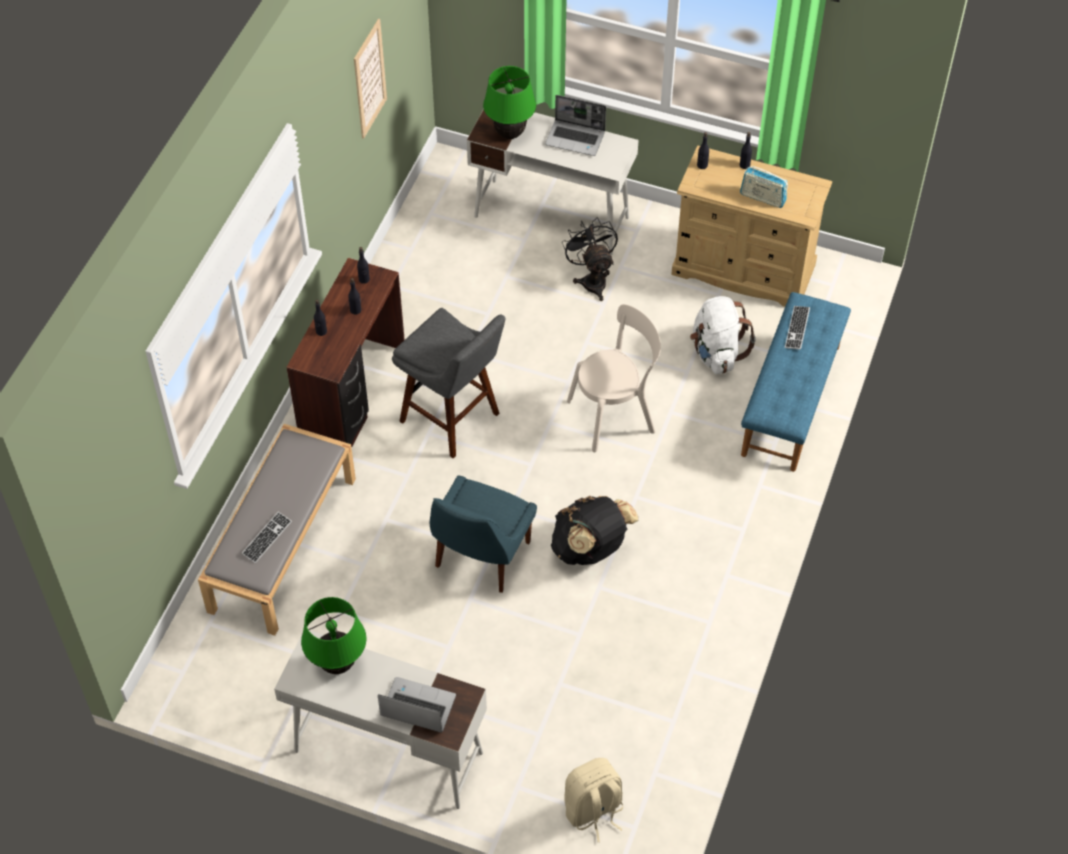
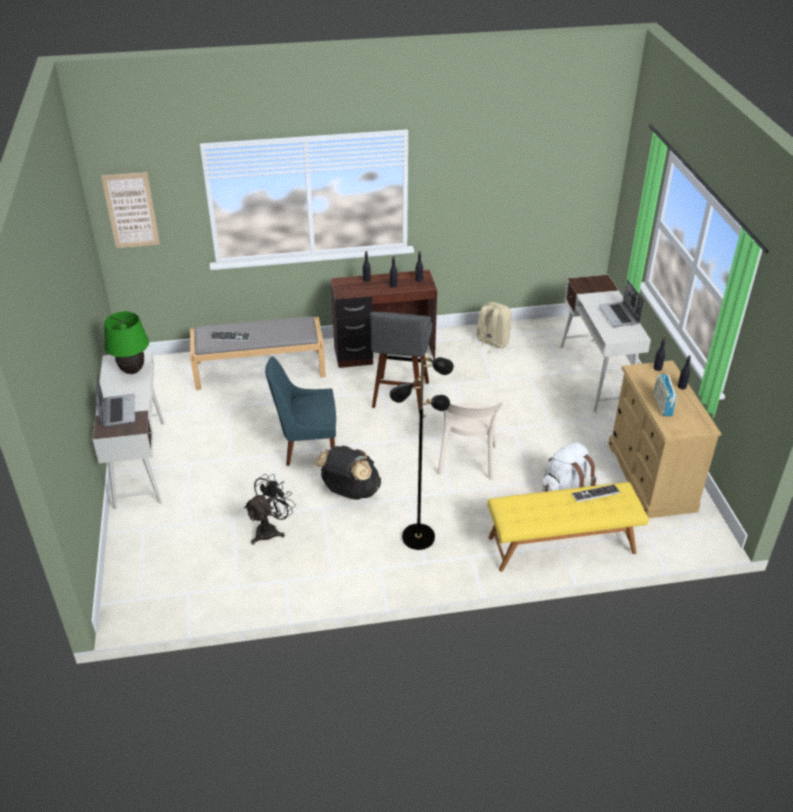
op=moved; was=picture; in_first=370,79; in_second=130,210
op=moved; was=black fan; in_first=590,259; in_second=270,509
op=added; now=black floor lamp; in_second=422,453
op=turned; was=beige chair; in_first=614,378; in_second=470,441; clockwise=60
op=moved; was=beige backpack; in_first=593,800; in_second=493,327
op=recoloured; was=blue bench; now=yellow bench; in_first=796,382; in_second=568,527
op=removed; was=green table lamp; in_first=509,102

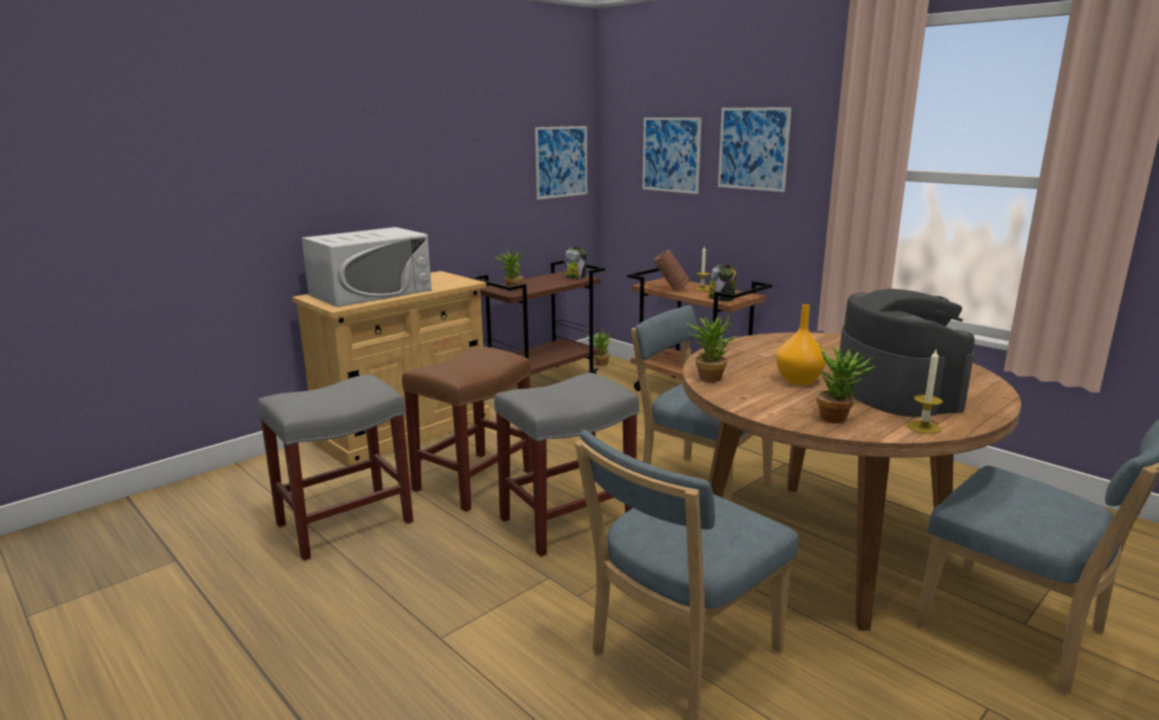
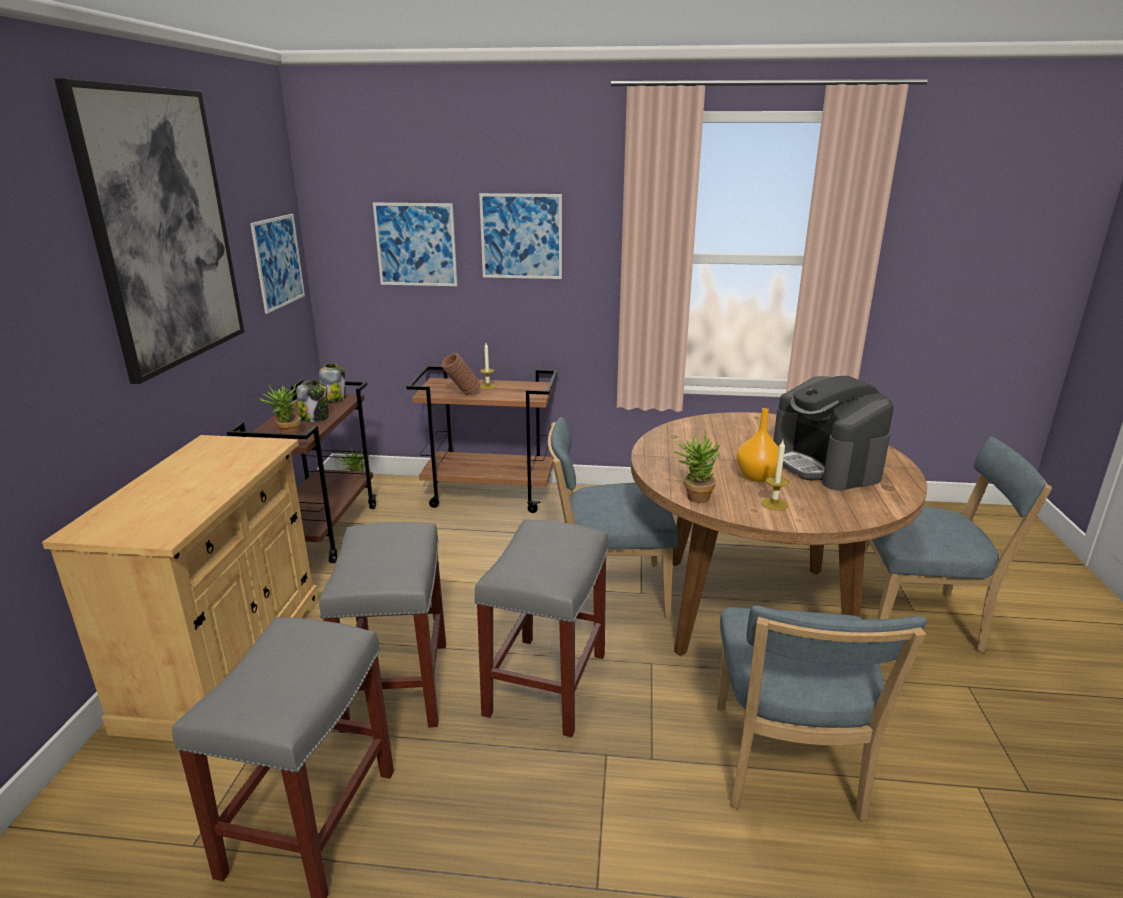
op=added; now=picture; in_second=149,231
op=moved; was=jar; in_first=723,282; in_second=313,401
op=recoloured; was=brown stool; now=grey stool; in_first=467,429; in_second=382,627
op=moved; was=candle; in_first=925,391; in_second=775,476
op=turned; was=coffee machine; in_first=907,353; in_second=833,433; clockwise=-150
op=removed; was=white microwave; in_first=367,267
op=removed; was=potted plant; in_first=847,384

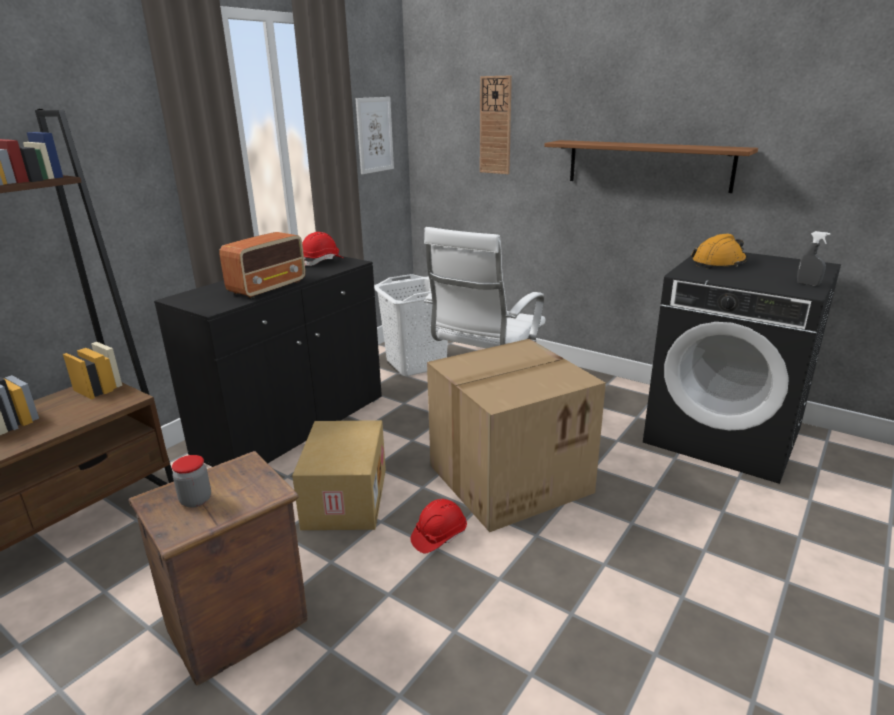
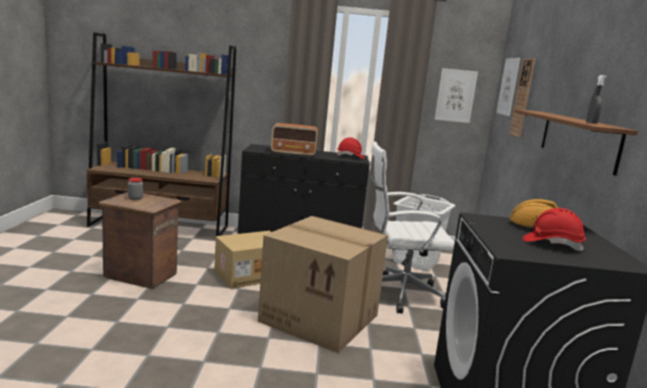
op=added; now=picture; in_second=508,87
op=moved; was=red hard hat; in_first=439,526; in_second=554,229
op=moved; was=grey spray bottle; in_first=813,258; in_second=596,99

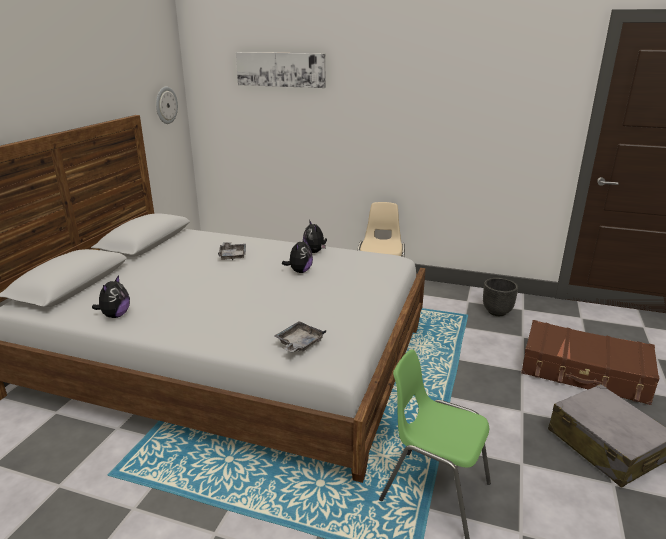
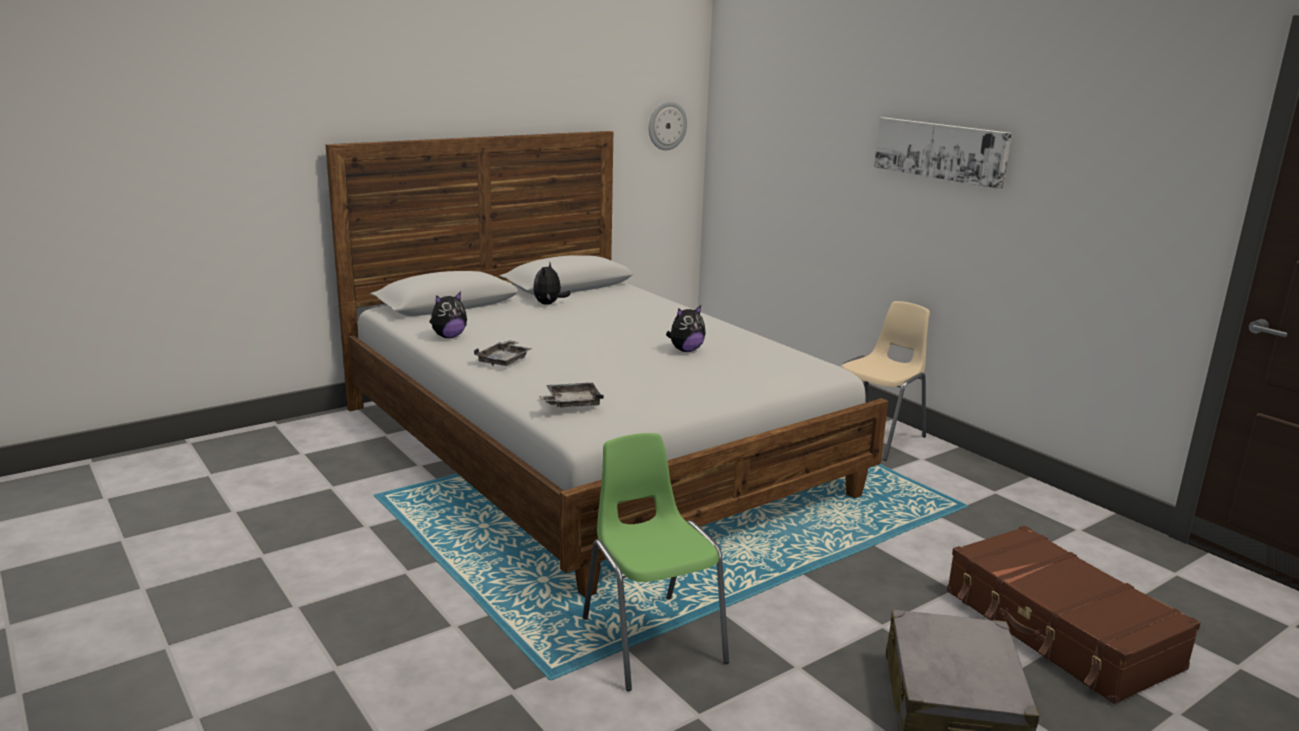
op=moved; was=grey tray; in_first=232,251; in_second=503,353
op=moved; was=plush toy; in_first=315,236; in_second=551,284
op=moved; was=picture; in_first=281,70; in_second=943,153
op=removed; was=black planter; in_first=500,297

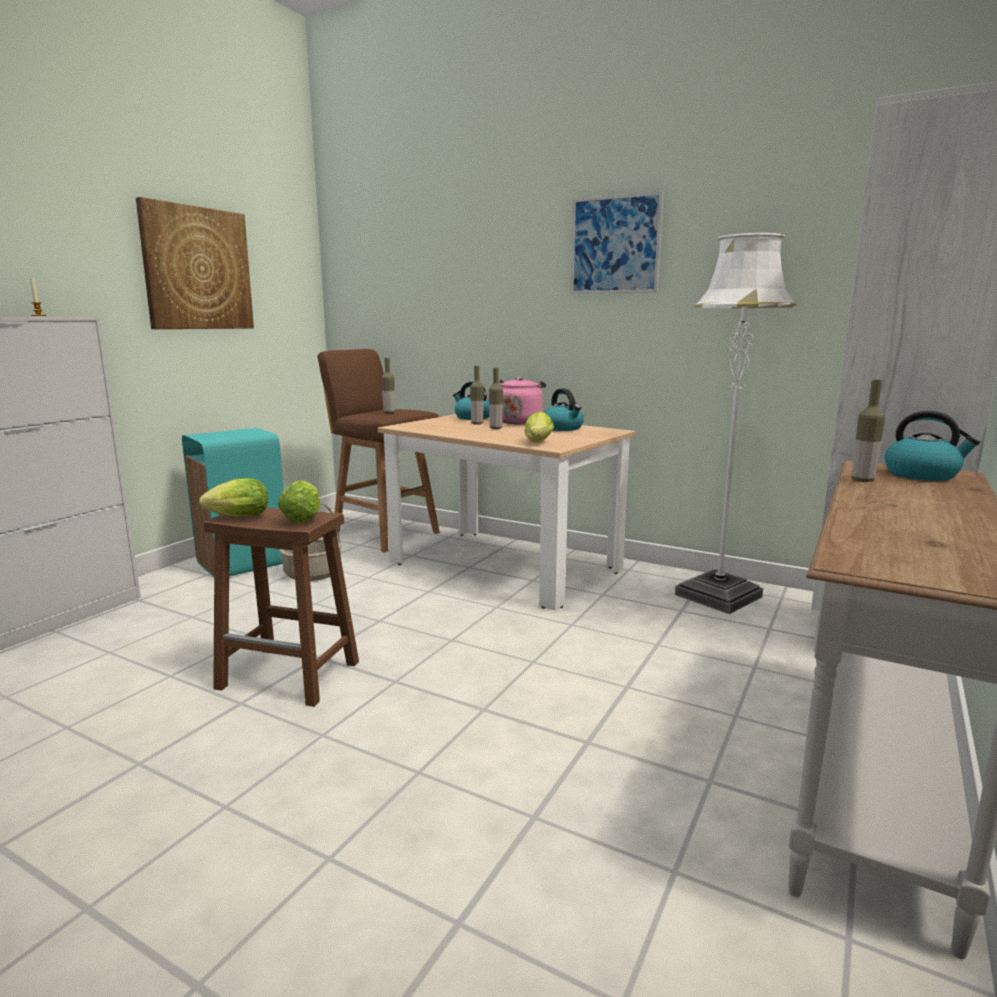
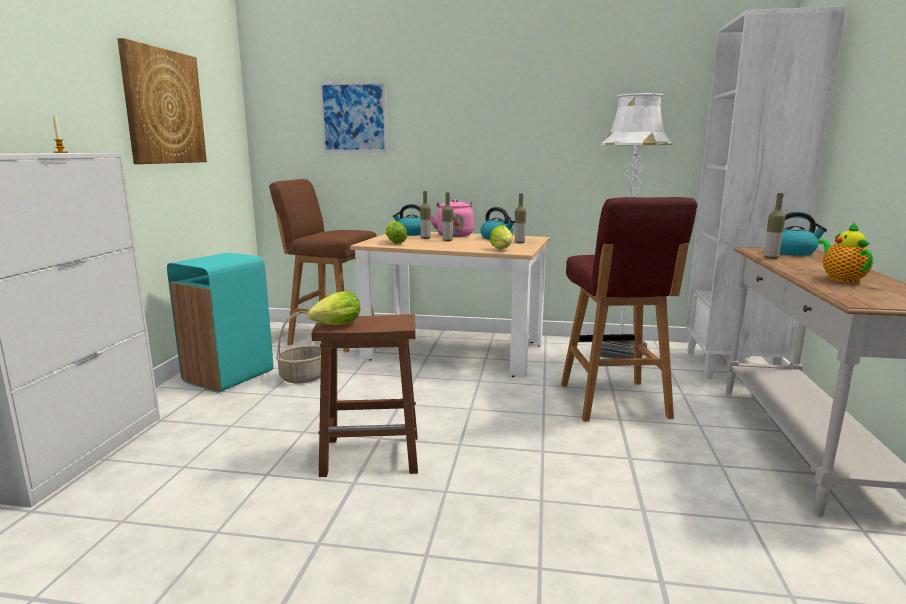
op=moved; was=picture; in_first=616,242; in_second=353,117
op=moved; was=lettuce; in_first=299,501; in_second=396,232
op=moved; was=bottle; in_first=388,385; in_second=520,218
op=added; now=red stool; in_second=629,309
op=added; now=teapot; in_second=845,252

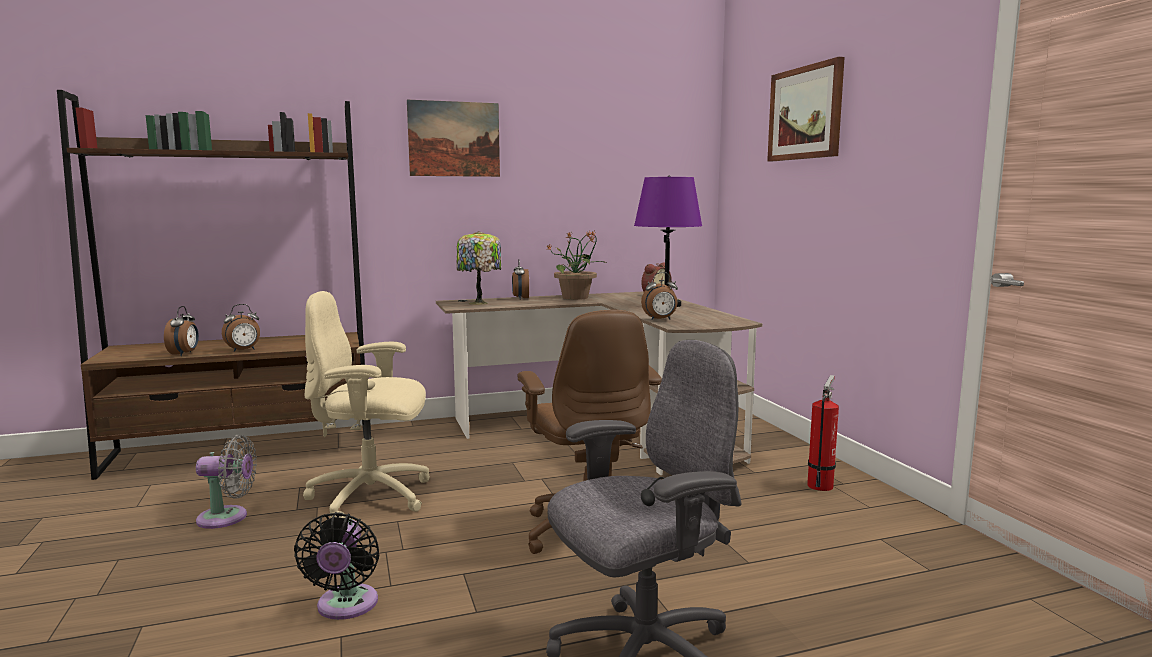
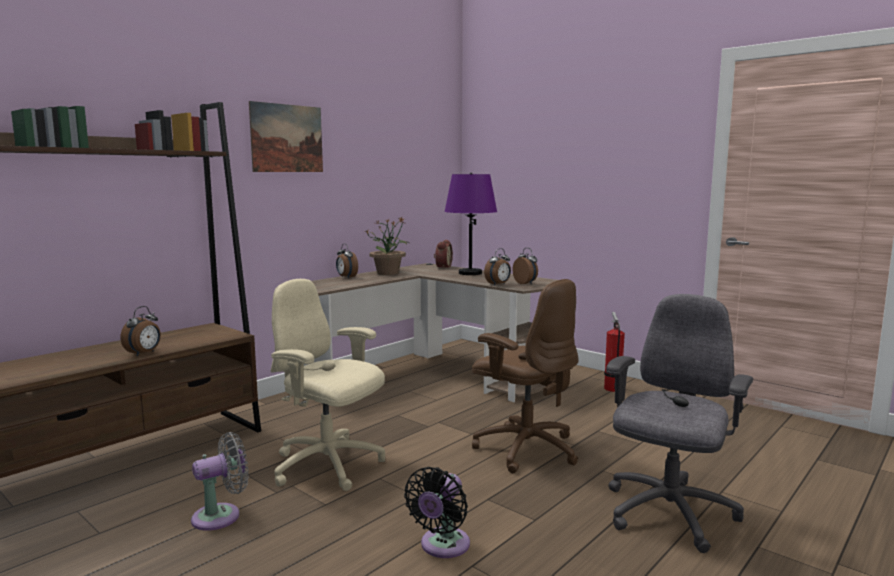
op=turned; was=beige office chair; in_first=366,404; in_second=328,385; clockwise=60
op=turned; was=black fan; in_first=337,566; in_second=437,512; clockwise=60
op=moved; was=alarm clock; in_first=181,331; in_second=525,266
op=removed; was=table lamp; in_first=478,268
op=removed; was=picture; in_first=806,109

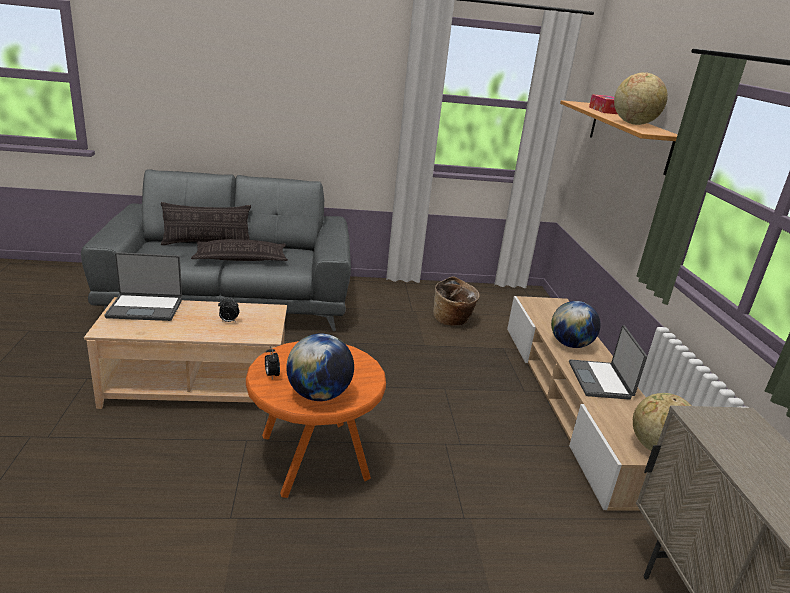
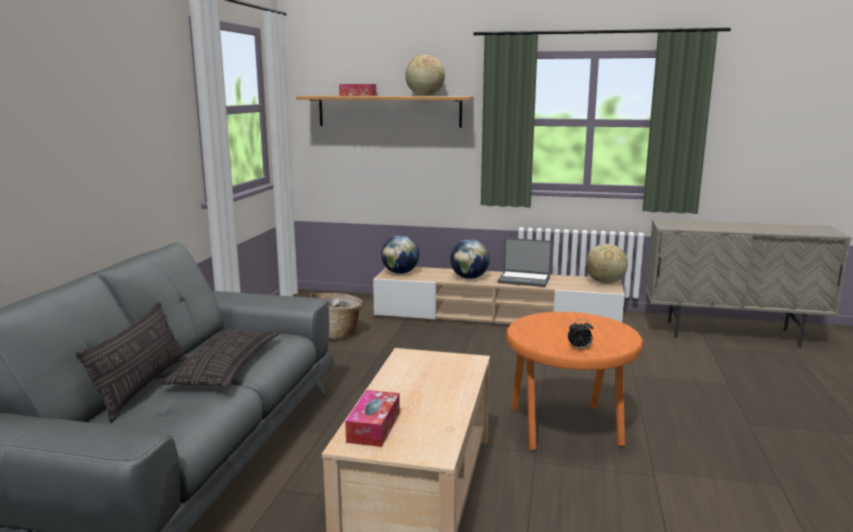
op=replaced; was=laptop; now=tissue box; in_first=143,286; in_second=372,418
op=moved; was=globe; in_first=320,367; in_second=400,254
op=removed; was=alarm clock; in_first=228,310

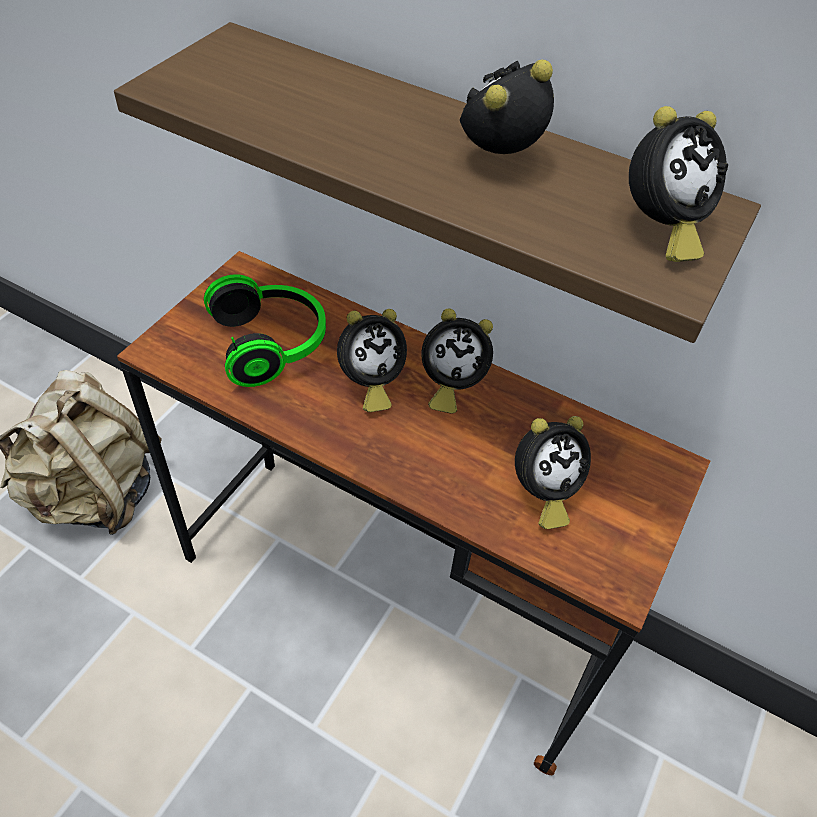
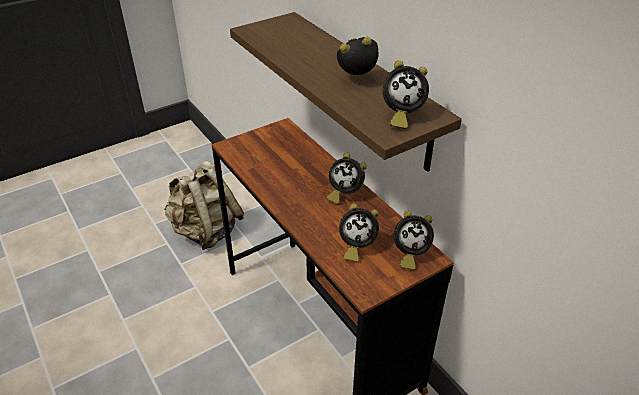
op=moved; was=alarm clock; in_first=372,360; in_second=414,240
op=removed; was=headphones; in_first=265,330

